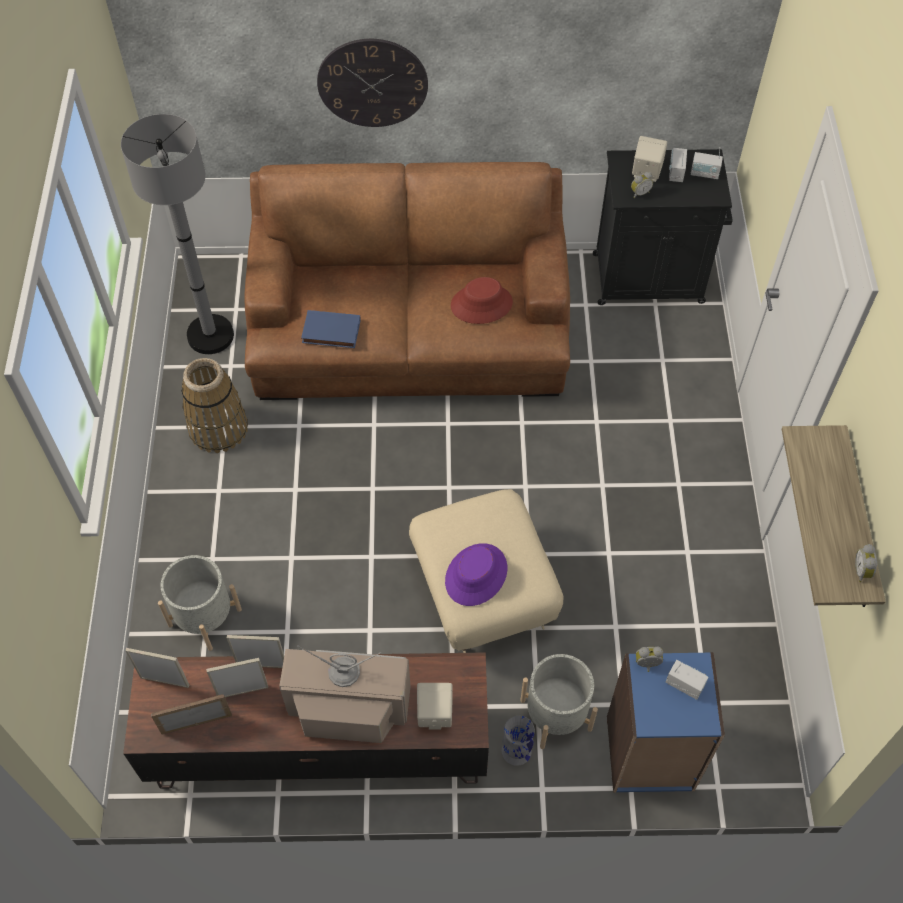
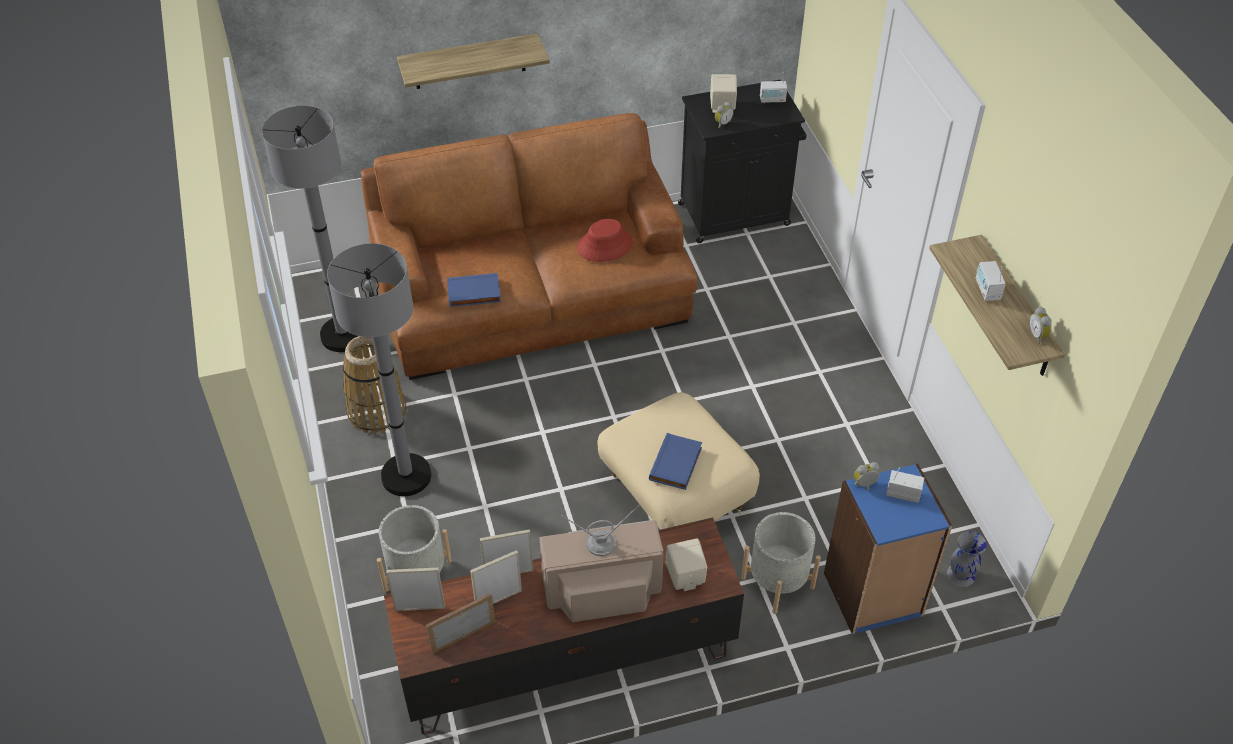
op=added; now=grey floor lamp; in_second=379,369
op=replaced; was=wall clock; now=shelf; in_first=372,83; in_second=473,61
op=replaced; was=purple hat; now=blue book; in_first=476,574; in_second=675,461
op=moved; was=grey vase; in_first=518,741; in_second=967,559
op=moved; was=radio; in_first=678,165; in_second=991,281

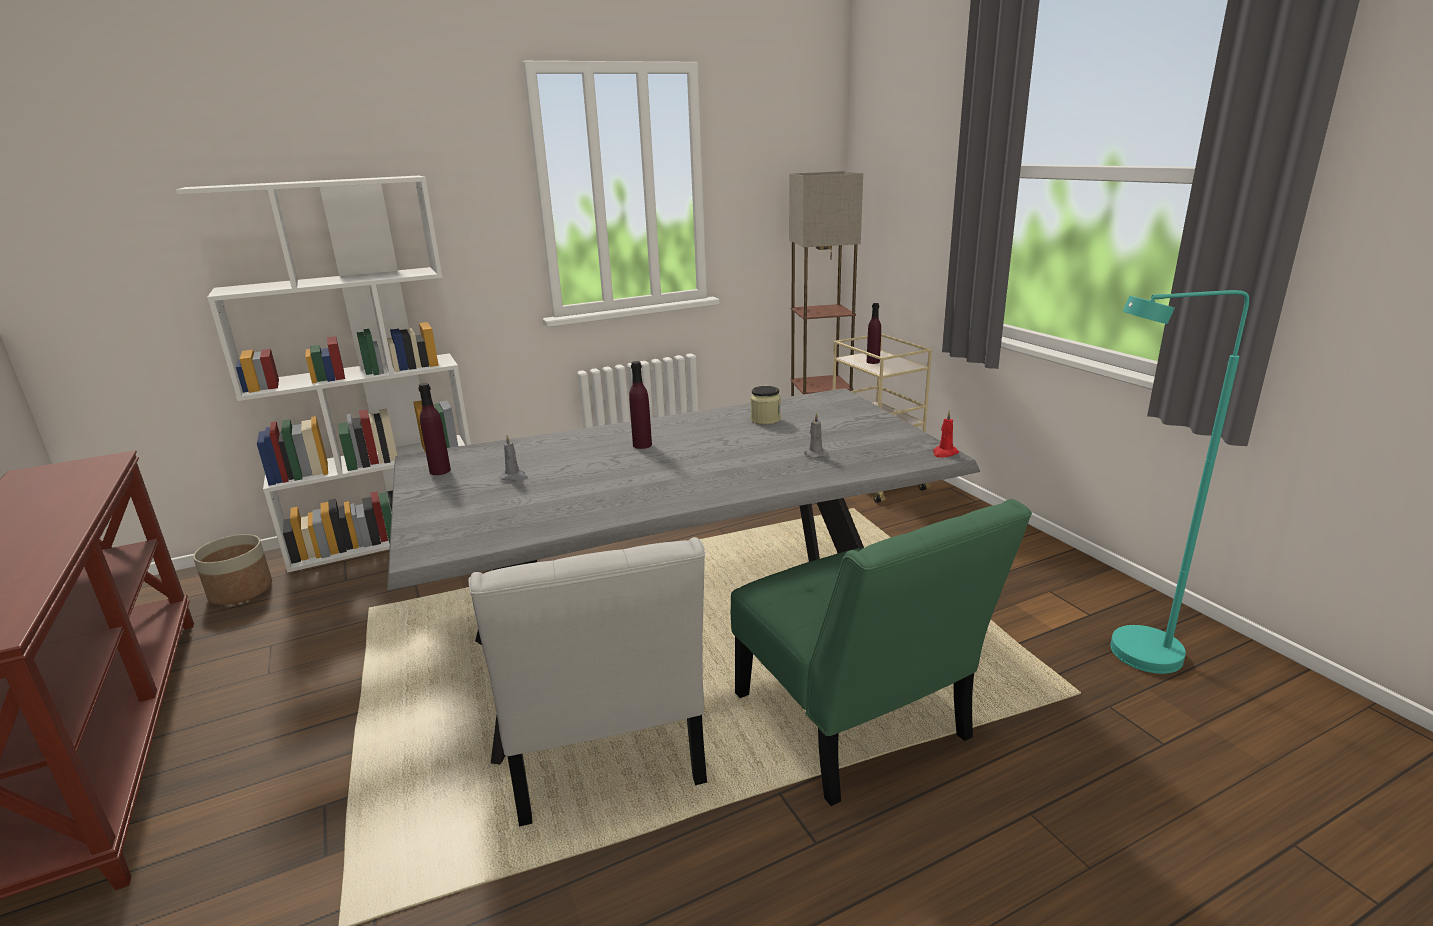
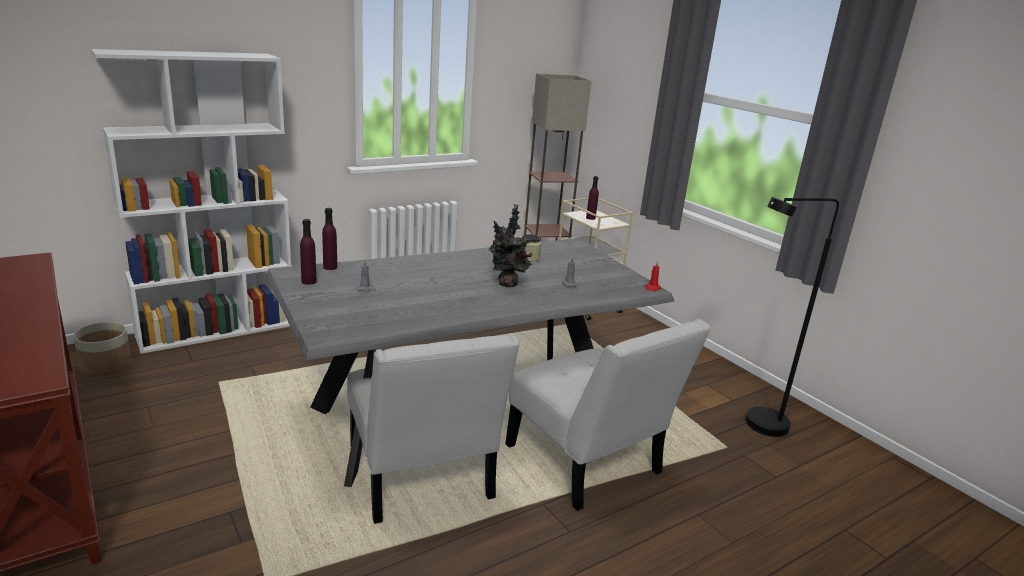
op=moved; was=purple bottle; in_first=640,405; in_second=329,239
op=added; now=potted plant; in_second=510,245
op=recoloured; was=green chair; now=white chair; in_first=881,652; in_second=608,415
op=recoloured; was=turquoise floor lamp; now=black floor lamp; in_first=1179,482; in_second=792,317

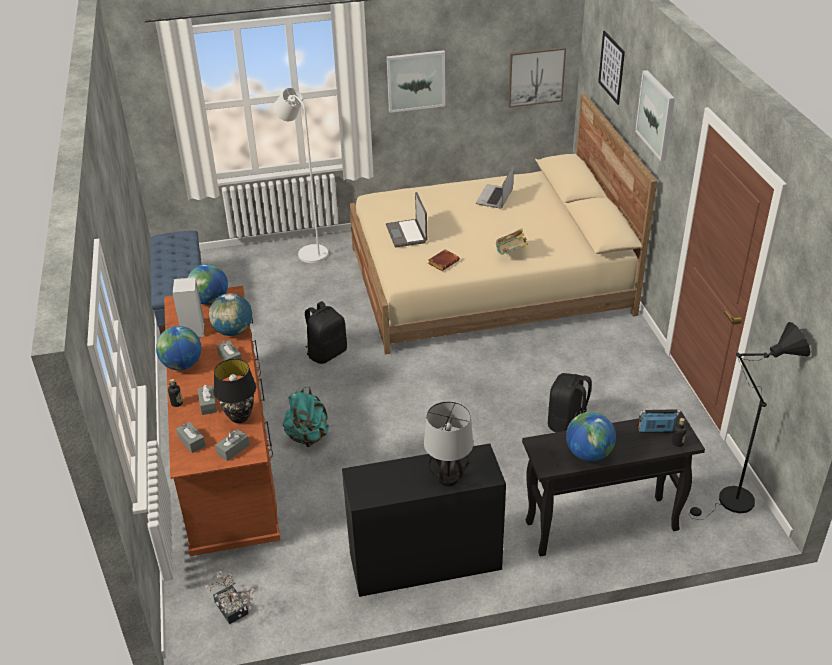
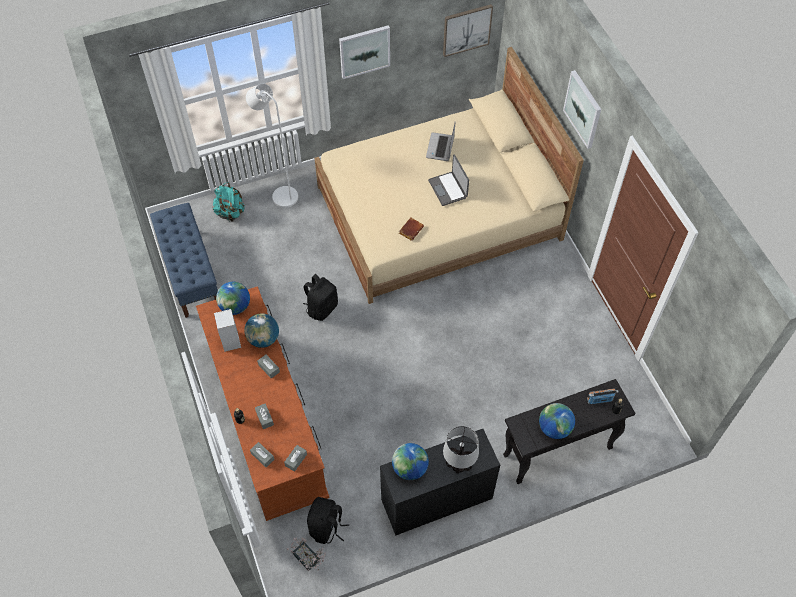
op=moved; was=turquoise backpack; in_first=306,417; in_second=229,202
op=moved; was=black backpack; in_first=570,403; in_second=328,520
op=moved; was=globe; in_first=178,348; in_second=410,461
op=moved; was=laptop; in_first=406,219; in_second=448,180
op=removed; was=black table lamp; in_first=234,391
op=removed; was=book; in_first=512,241
op=removed; was=picture; in_first=611,68
op=removed; was=black floor lamp; in_first=749,421

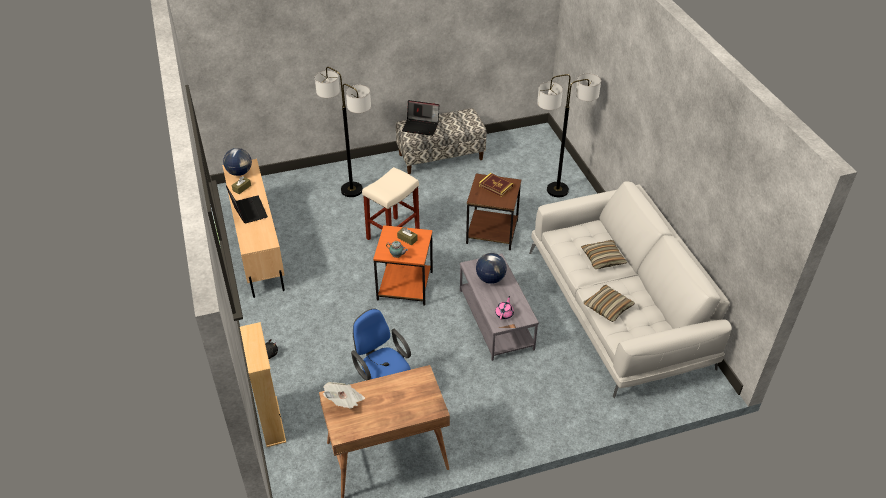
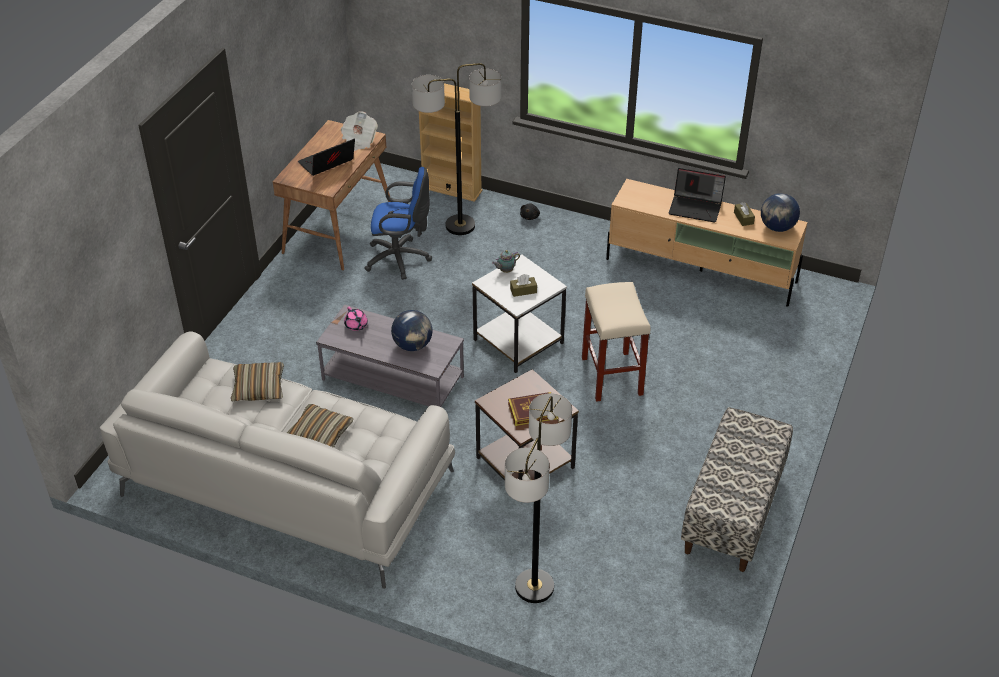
op=moved; was=laptop; in_first=420,118; in_second=326,157
op=moved; was=floor lamp; in_first=343,132; in_second=456,149
op=recoloured; was=orange side table; now=white side table; in_first=403,265; in_second=519,314

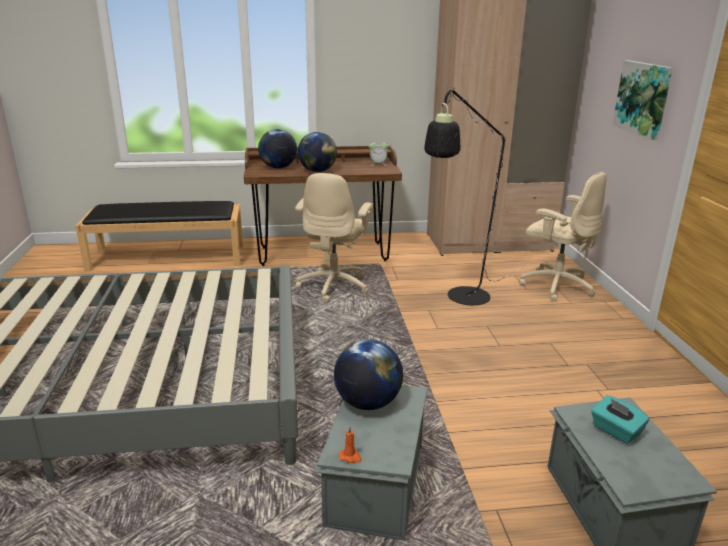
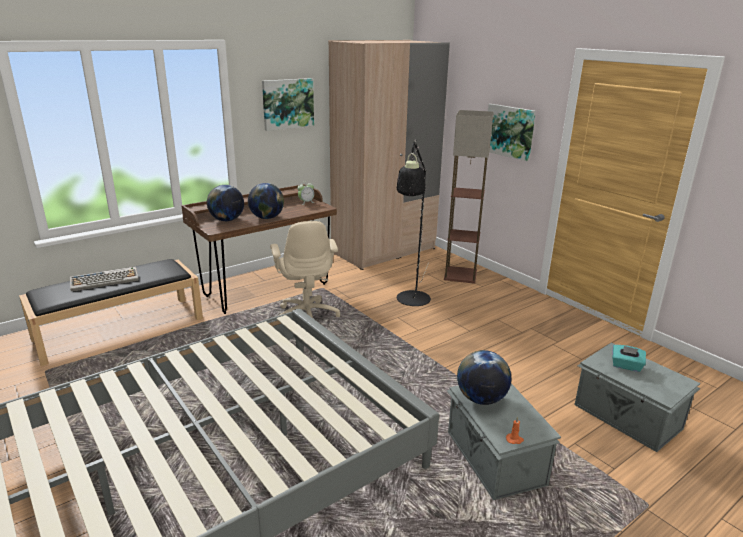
op=added; now=keyboard; in_second=104,278
op=added; now=picture; in_second=288,104
op=replaced; was=beige office chair; now=floor lamp; in_first=563,237; in_second=469,197

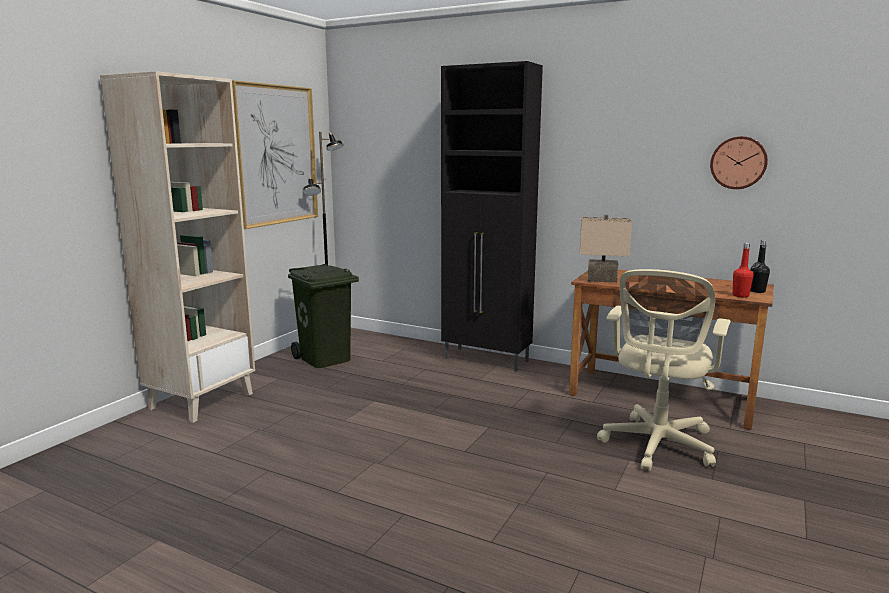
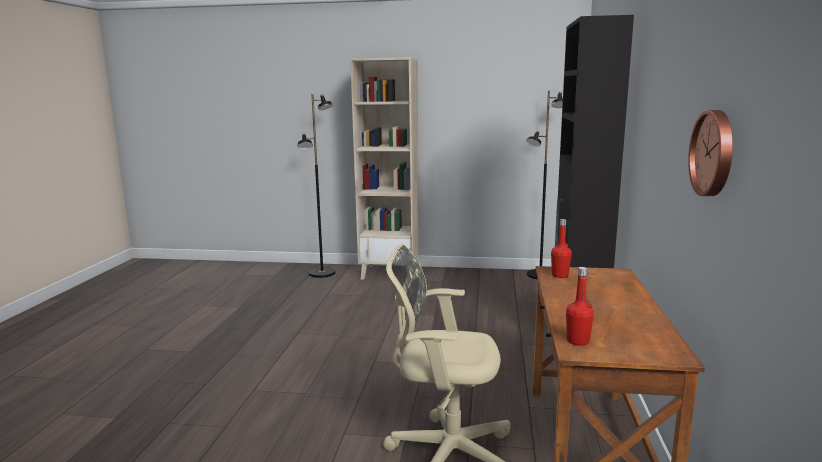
op=added; now=black floor lamp; in_second=316,186
op=replaced; was=beige table lamp; now=red bottle; in_first=606,248; in_second=561,248
op=removed; was=picture; in_first=275,154
op=removed; was=green trash can; in_first=323,316
op=removed; was=black bottle; in_first=760,266

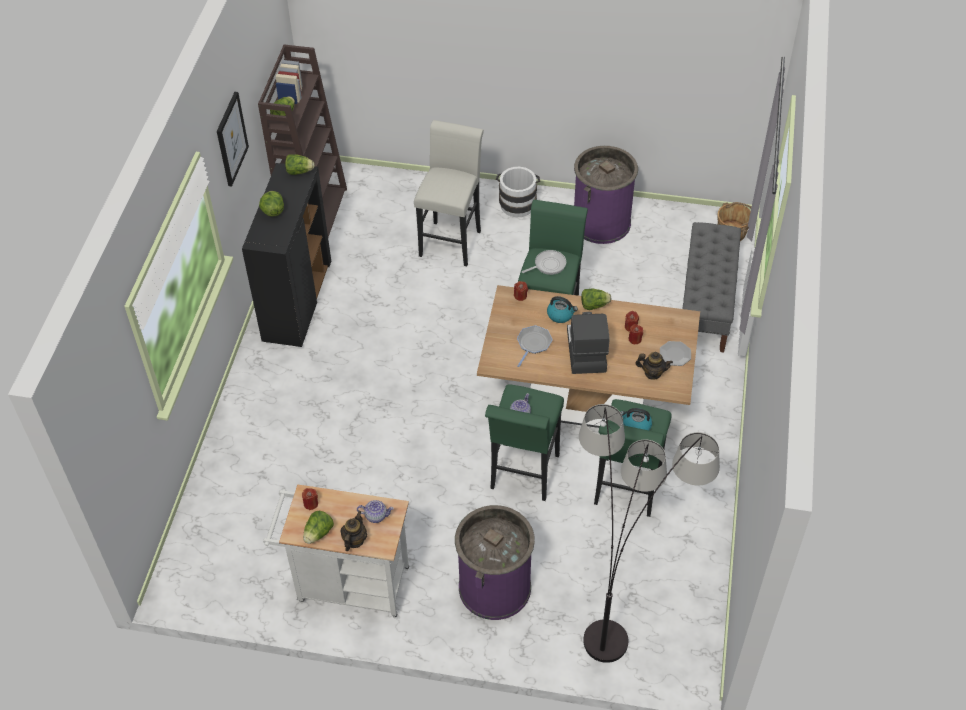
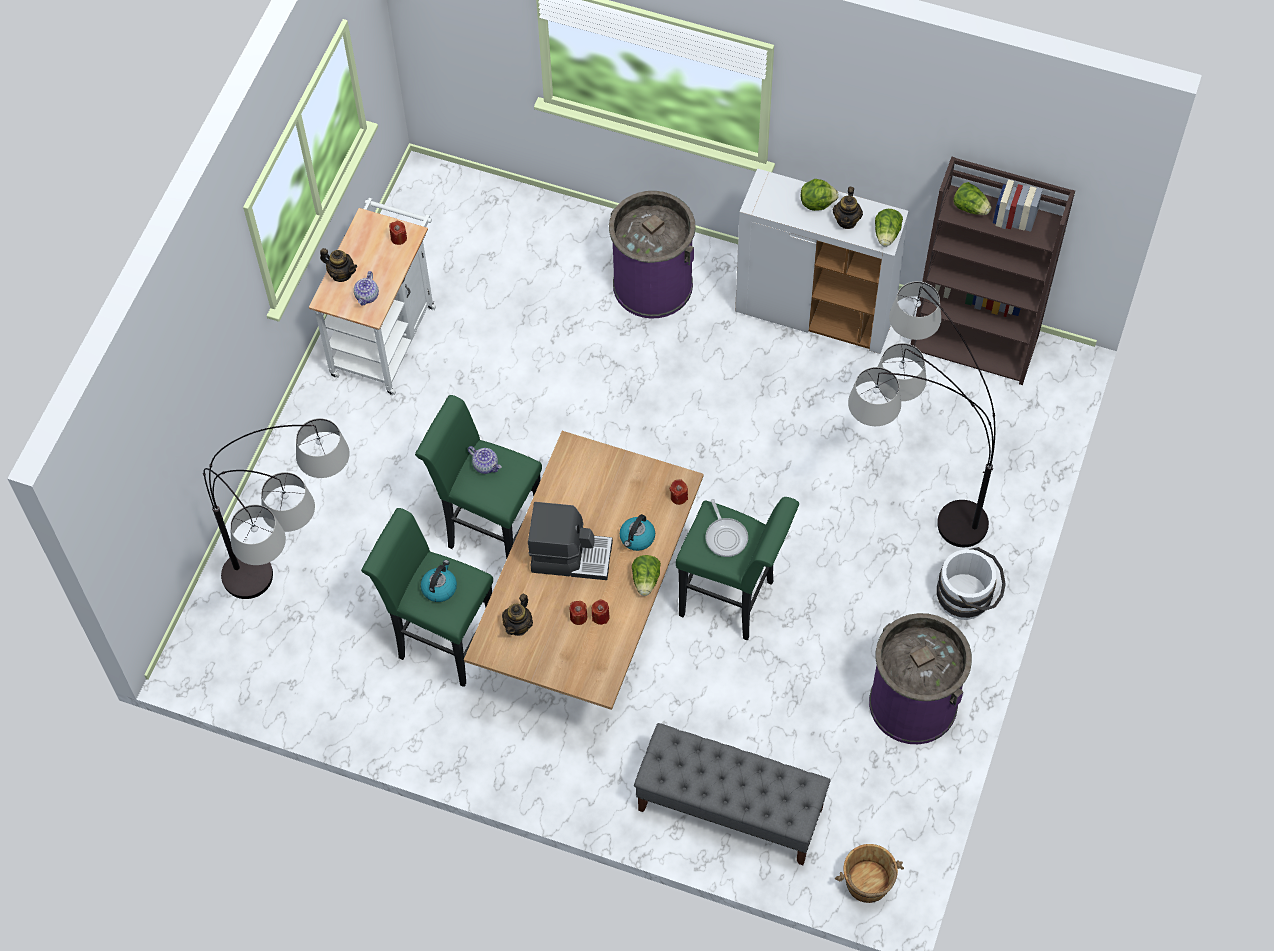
op=moved; was=purple trash can; in_first=495,562; in_second=652,255
op=recoloured; was=black cabinet; now=white cabinet; in_first=286,255; in_second=822,261
op=added; now=teapot; in_second=847,208
op=replaced; was=white stool; now=floor lamp; in_first=449,193; in_second=921,414
op=removed; was=picture; in_first=233,139
op=removed; was=lettuce; in_first=318,527
op=removed; was=frying pan; in_first=535,346
op=removed; was=plate; in_first=675,353

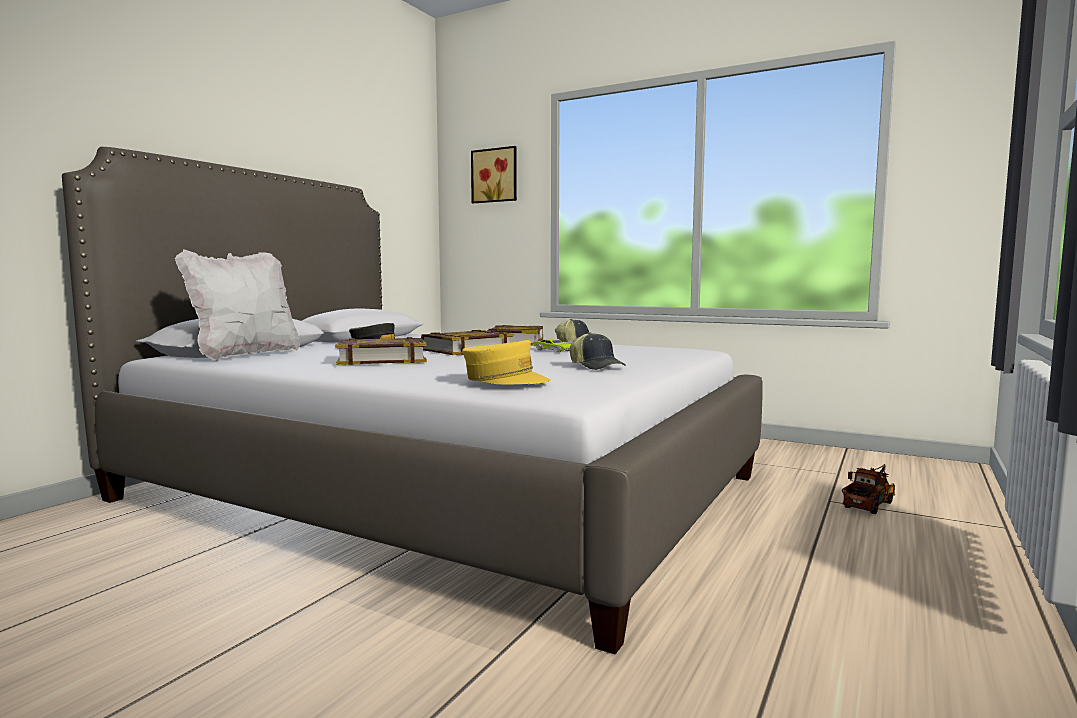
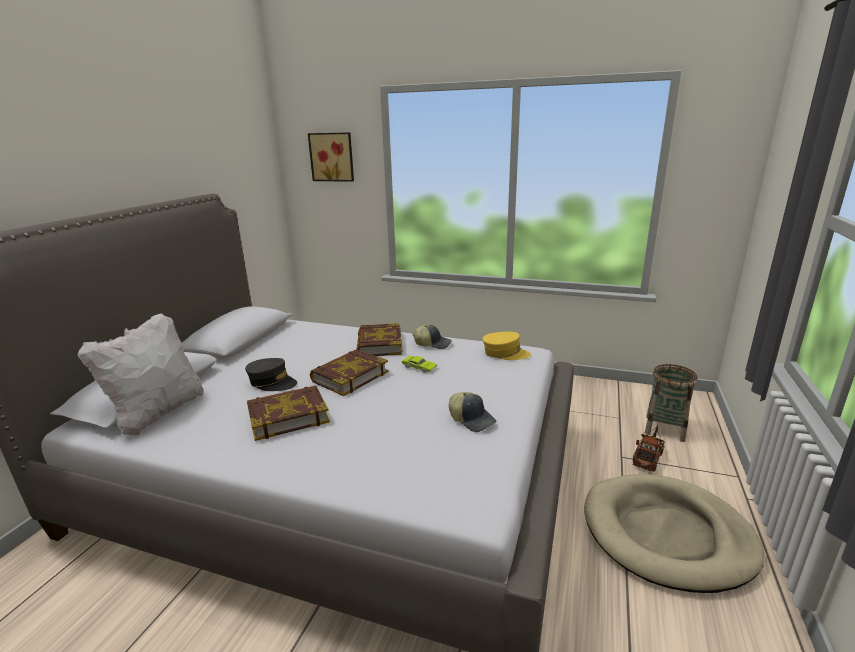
op=moved; was=yellow cap; in_first=506,362; in_second=506,346
op=added; now=beige dog bed; in_second=674,533
op=added; now=basket; in_second=671,403

